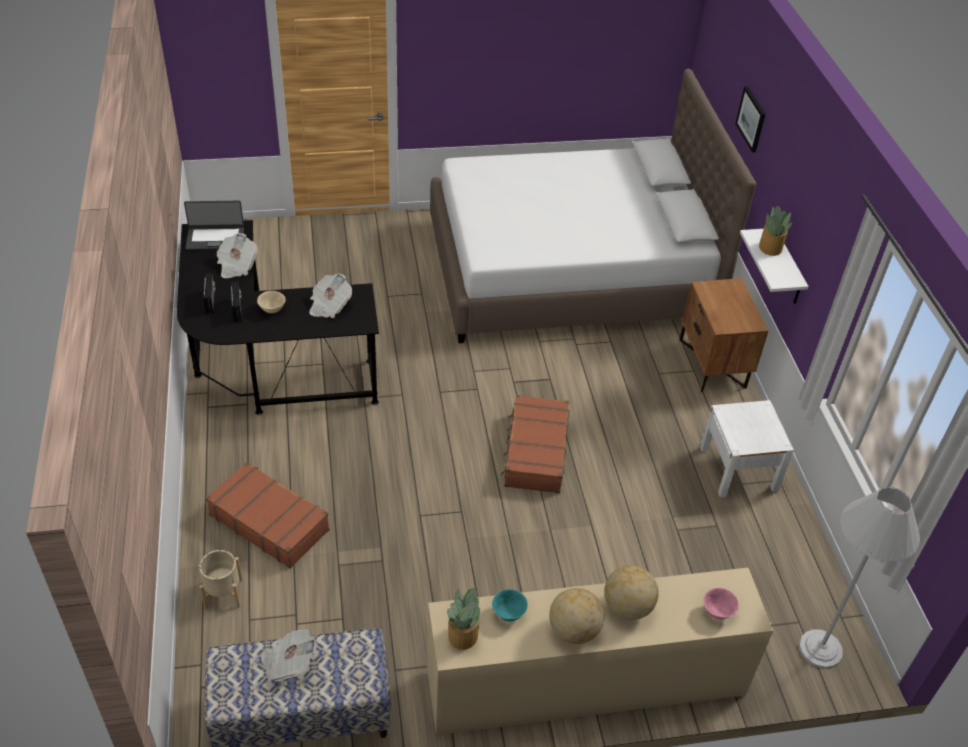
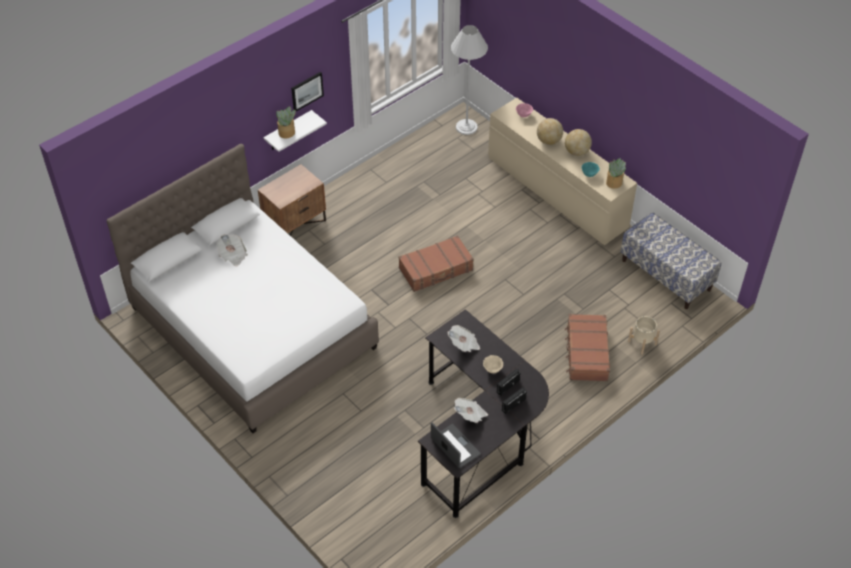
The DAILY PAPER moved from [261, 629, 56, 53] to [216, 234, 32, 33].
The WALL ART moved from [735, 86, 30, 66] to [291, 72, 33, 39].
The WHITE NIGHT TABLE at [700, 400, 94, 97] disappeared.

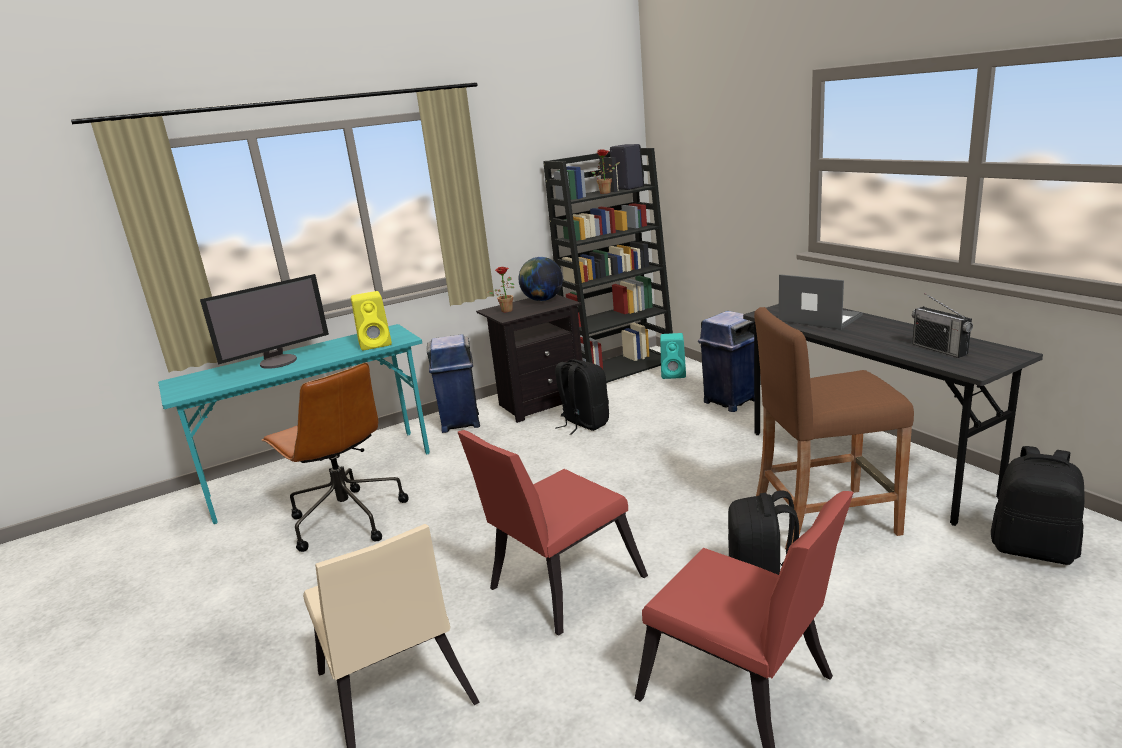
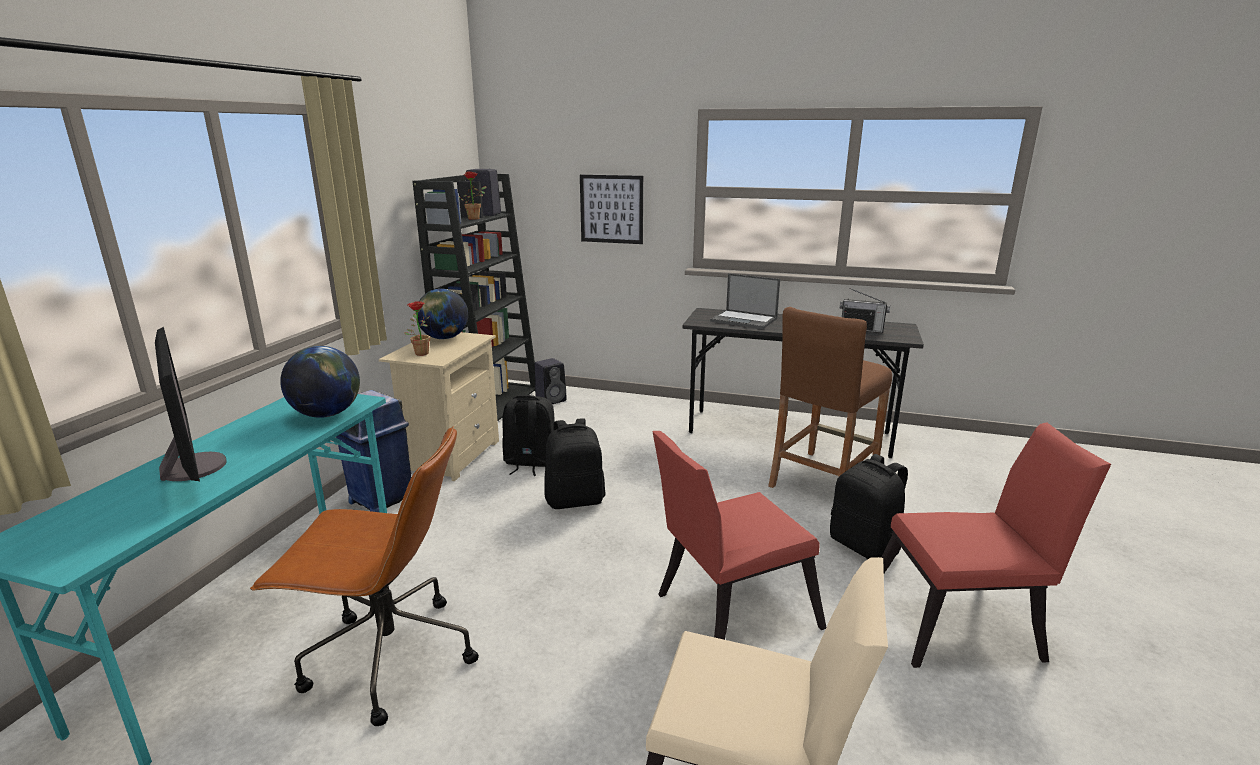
The COMPUTER DISPLAY at [200, 274, 129, 95] turned 45 degrees counterclockwise.
The YELLOW AUDIO SPEAKER at [351, 291, 41, 59] was replaced by the GLOBE at [280, 346, 80, 72].
The BLACKISH NIGHT TABLE at [476, 295, 106, 128] became the BEIGE-COLOURED NIGHT TABLE at [379, 332, 120, 149].
The TURQUOISE-COLOURED AUDIO SPEAKER at [660, 333, 26, 46] became the BLACKISH AUDIO SPEAKER at [535, 358, 32, 46].
The BLACKISH BACKPACK moved from [991, 446, 94, 119] to [544, 418, 62, 91].
The WALL ART at [580, 175, 63, 69] appeared.
The REDDISH UPRIGHT CHAIR at [458, 430, 190, 206] turned 60 degrees clockwise.
The LAPTOP at [779, 274, 84, 56] turned 150 degrees counterclockwise.
The BLUE WASTE BIN at [698, 311, 56, 101] disappeared.

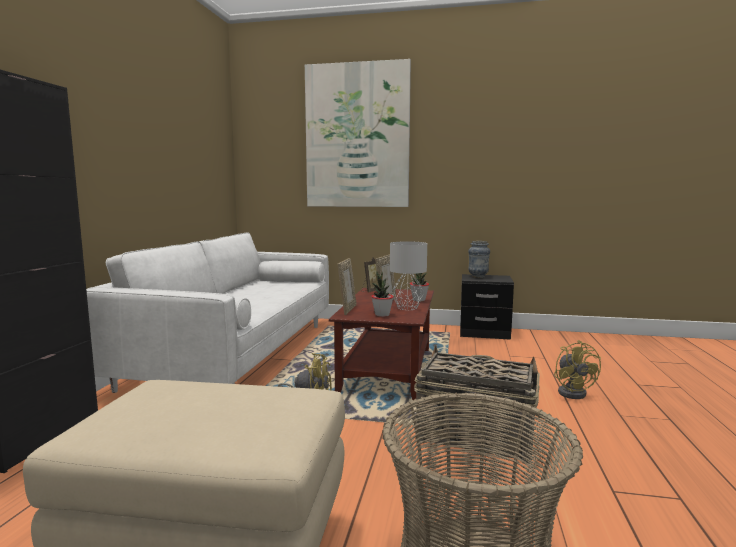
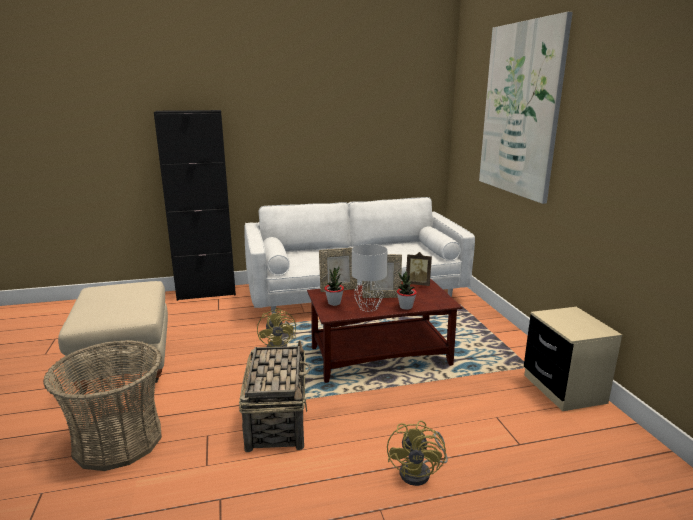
The YELLOW ELECTRIC FAN at [554, 340, 47, 59] turned 45 degrees counterclockwise.
The BLACKISH NIGHT TABLE at [460, 274, 54, 66] became the BEIGE-COLOURED NIGHT TABLE at [524, 307, 98, 104].
The FLOWER VASE at [468, 241, 22, 37] disappeared.

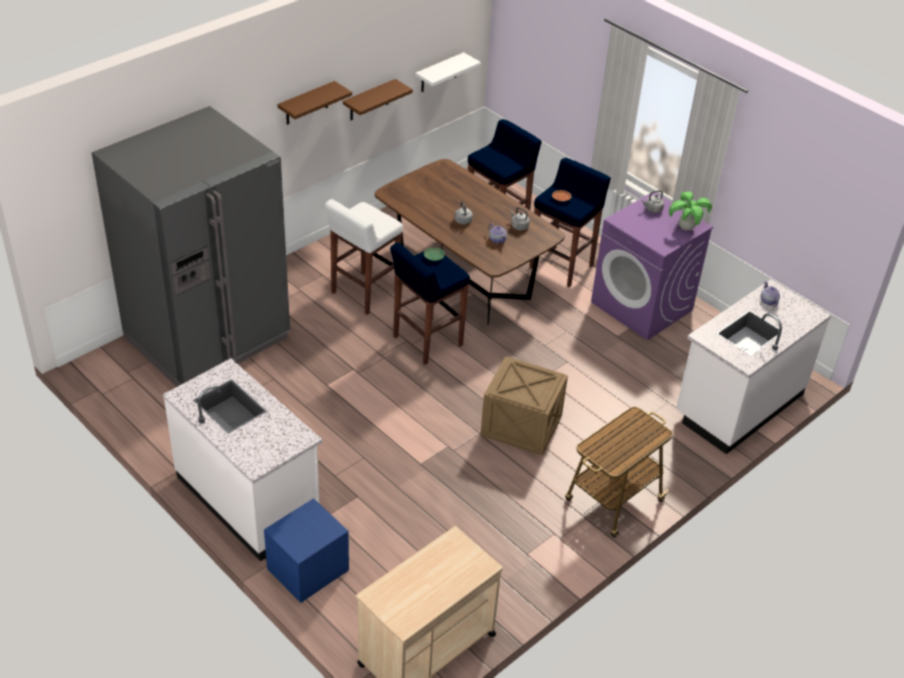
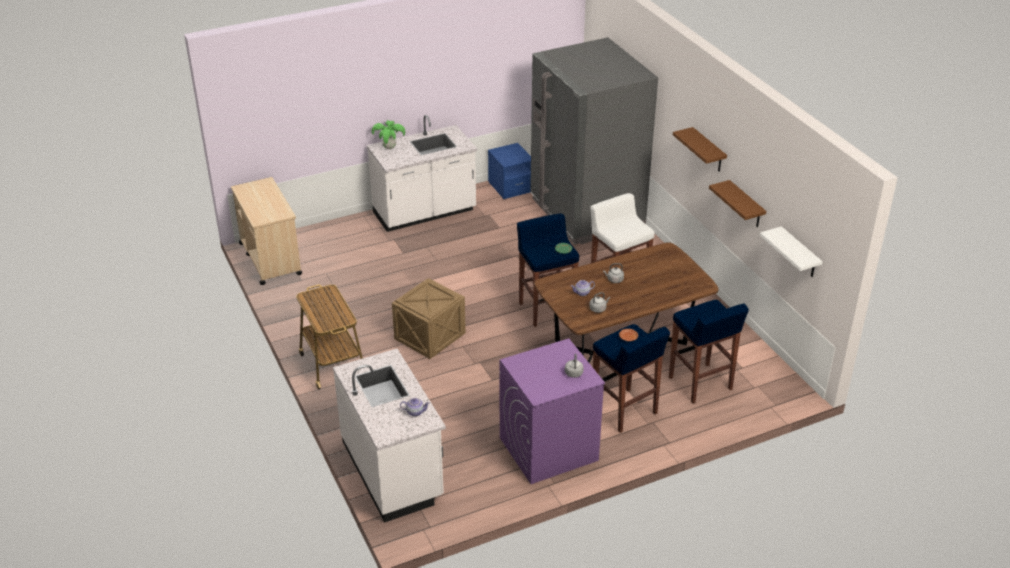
The PLANT IN A POT moved from [669, 191, 43, 39] to [372, 120, 33, 29].
The BLUE NIGHT TABLE moved from [264, 498, 85, 105] to [488, 143, 43, 56].

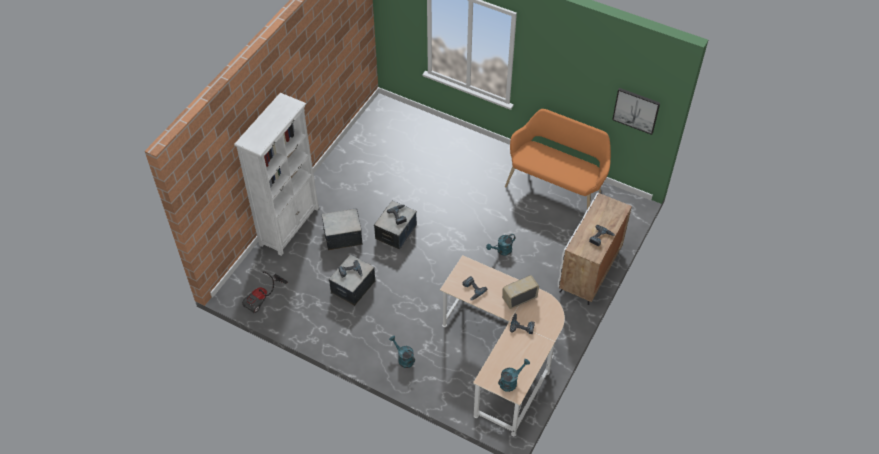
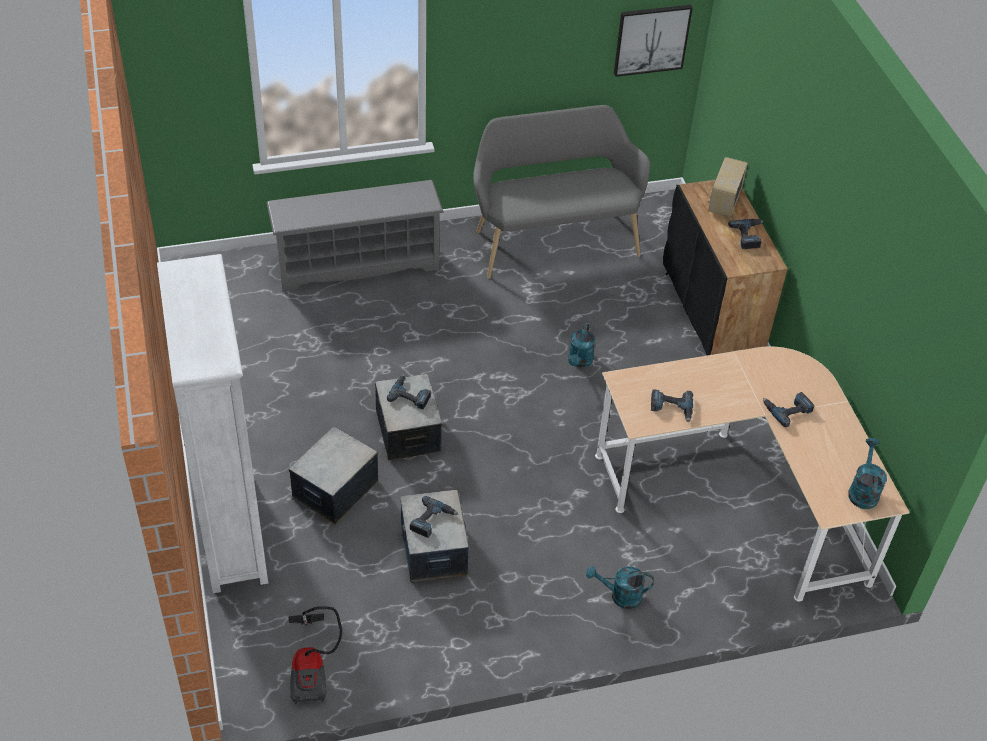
The GREYISH SHOE STAND at [267, 180, 177, 112] appeared.
The ORANGE LONG SEAT at [505, 109, 106, 100] became the GREYISH LONG SEAT at [473, 105, 177, 173].
The WHITE CABINET at [558, 192, 74, 113] became the BLACKISH CABINET at [663, 180, 124, 176].
The RADIO moved from [502, 275, 37, 34] to [708, 157, 40, 60].

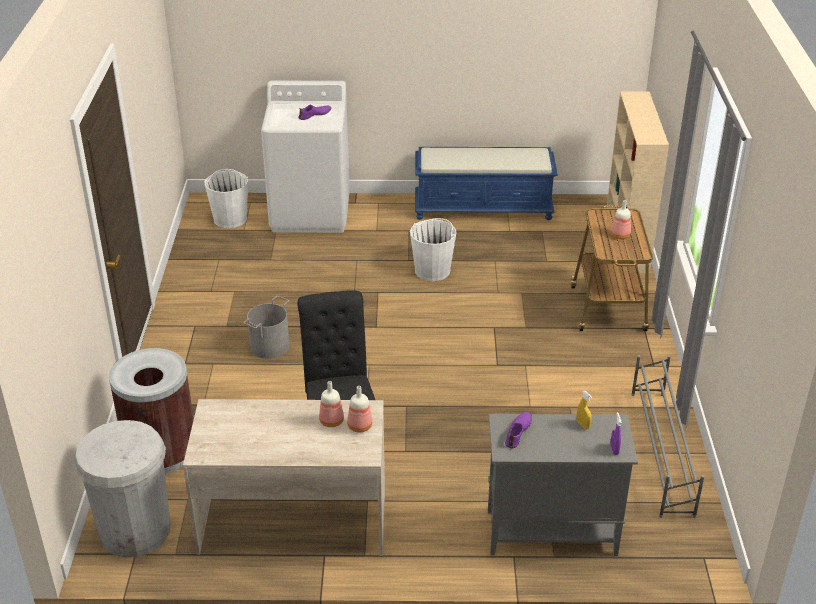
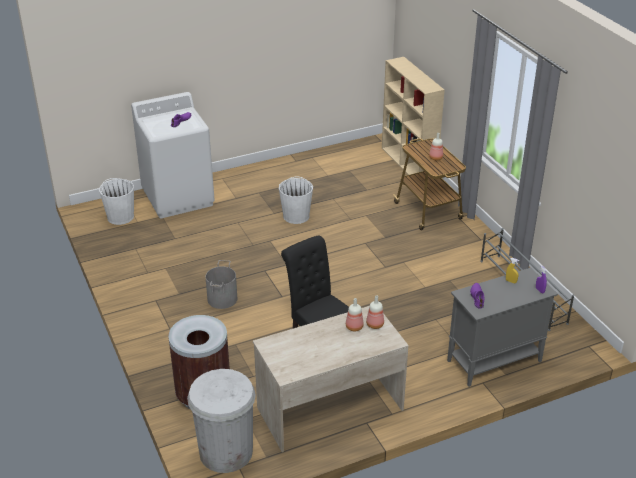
The BLUE LONG SEAT at [415, 147, 143, 73] disappeared.

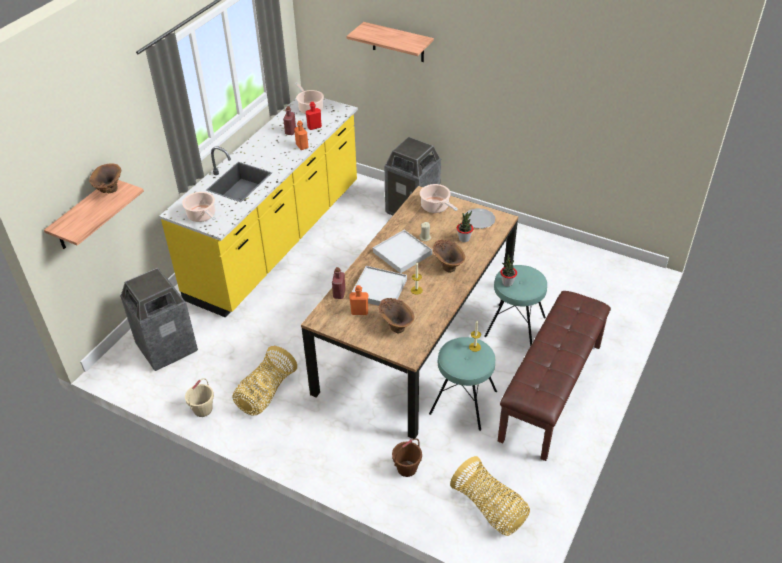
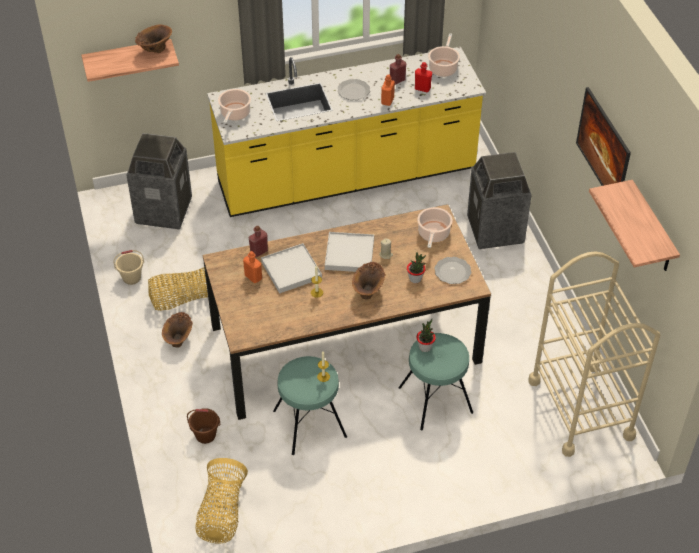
The BROWN-COLOURED FLOWER VASE moved from [378, 298, 36, 36] to [162, 312, 31, 36].
The PLATE at [338, 79, 32, 21] appeared.
The BEIGE-COLOURED CART at [528, 251, 133, 206] appeared.
The WALL ART at [576, 87, 55, 99] appeared.
The WALL SHELF moved from [346, 22, 88, 40] to [589, 180, 91, 91].
The BROWN-COLOURED LONG SEAT at [498, 291, 113, 170] disappeared.

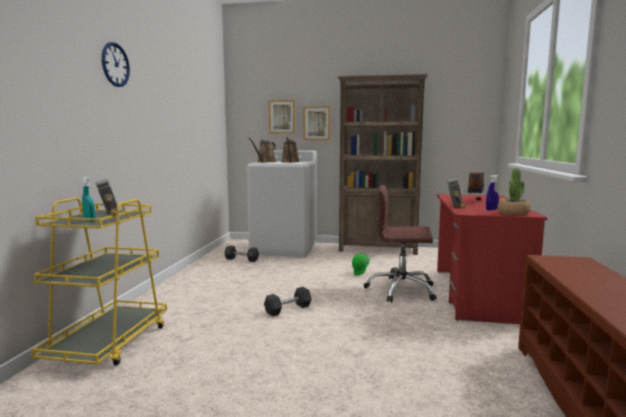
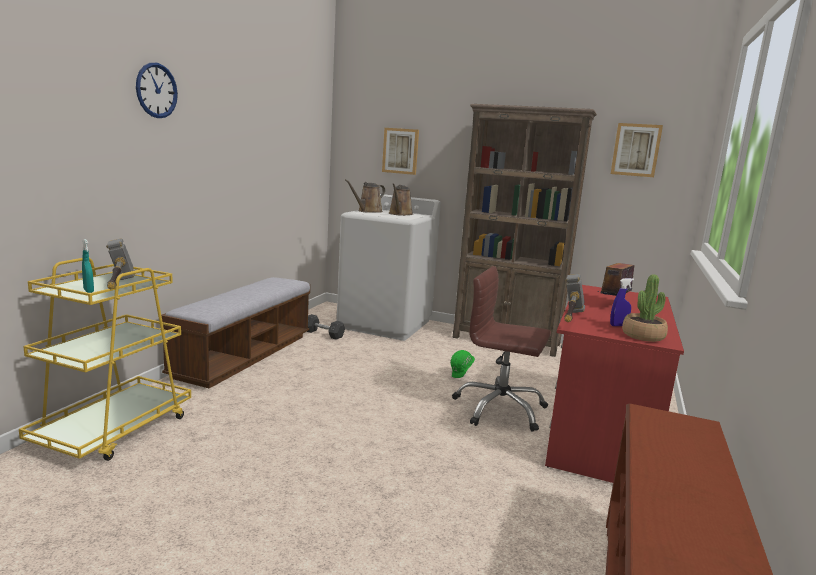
The LONG SEAT at [161, 277, 149, 111] appeared.
The WALL ART moved from [303, 106, 28, 34] to [611, 123, 52, 54].
The GREYISH HAND WEIGHT at [264, 287, 48, 29] disappeared.

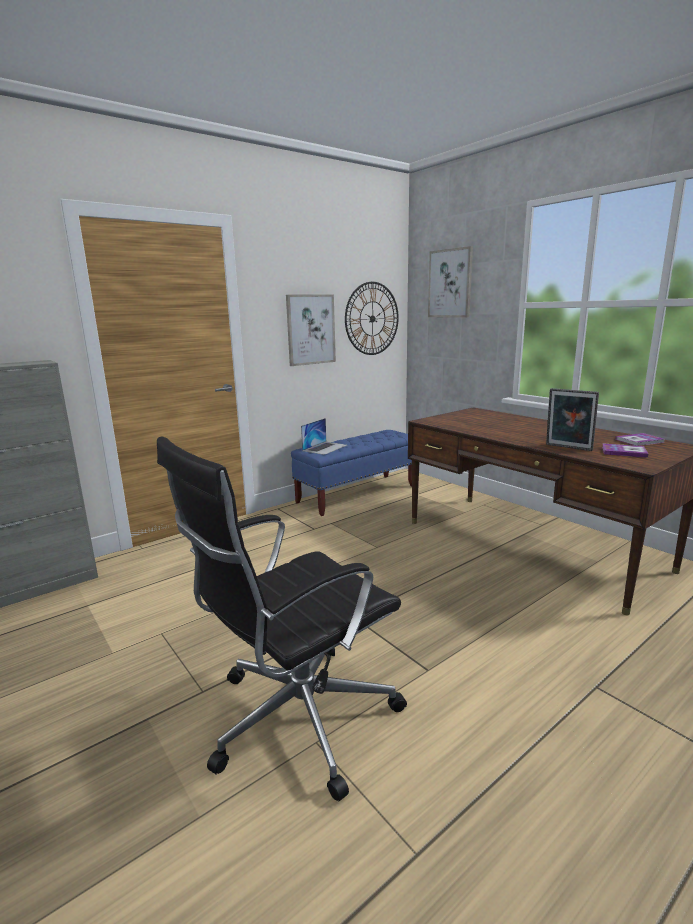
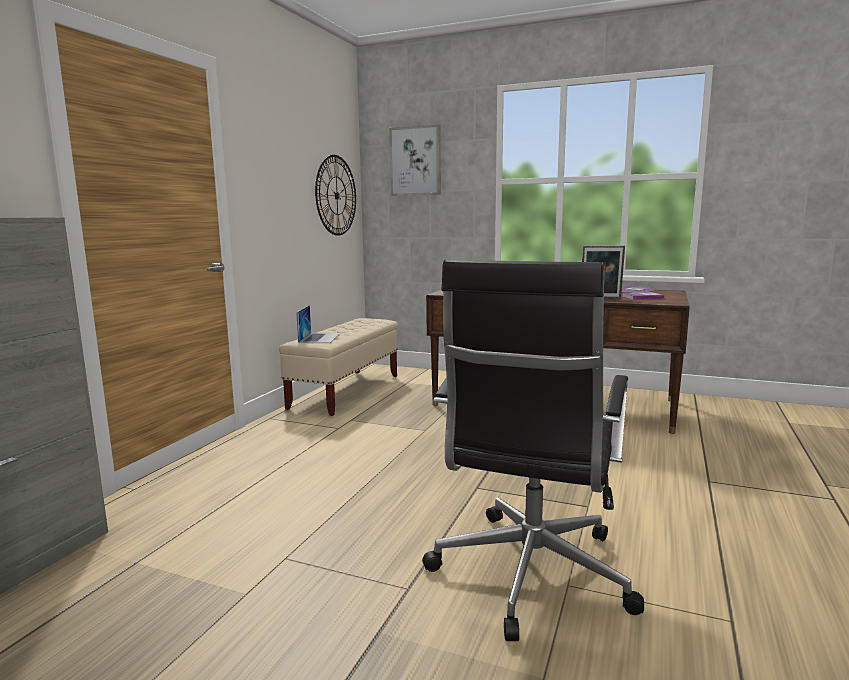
The BLUE LONG SEAT at [291, 430, 121, 86] became the BEIGE-COLOURED LONG SEAT at [279, 318, 119, 98].
The WALL ART at [286, 294, 50, 72] disappeared.

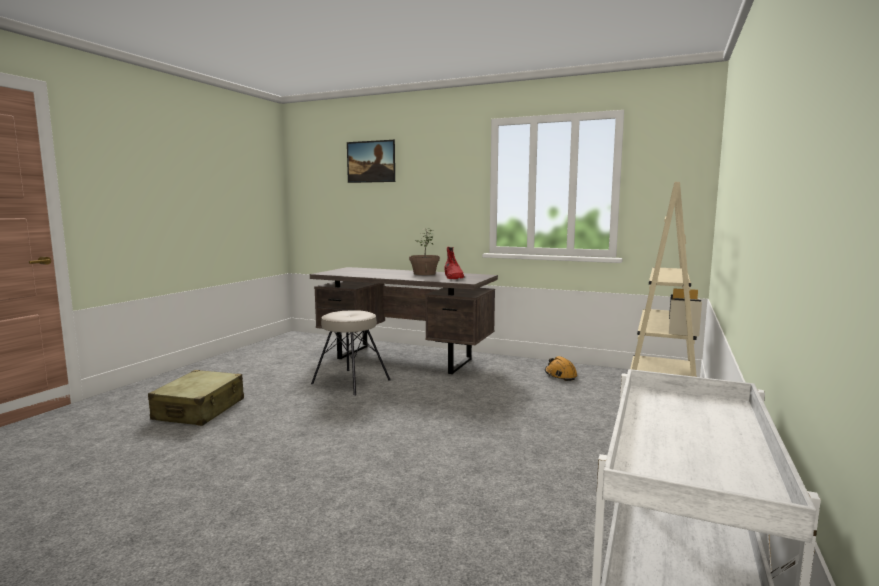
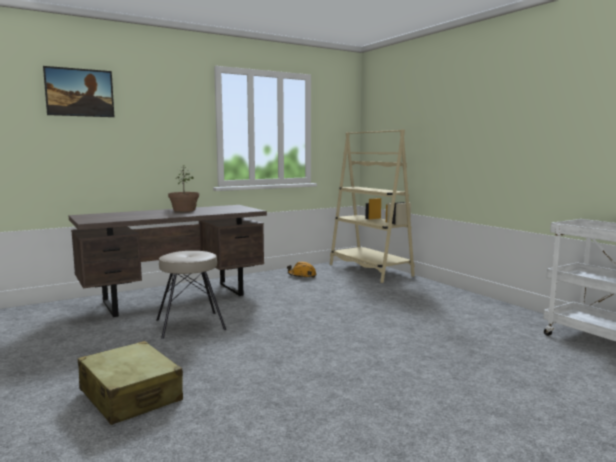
The REDDISH HIGH-TOP BOOT at [444, 247, 20, 32] disappeared.

